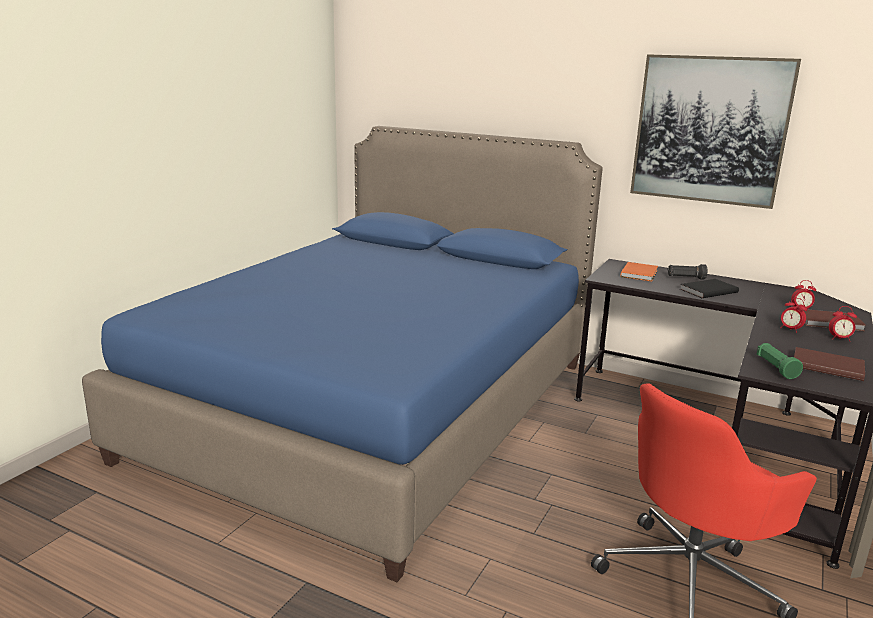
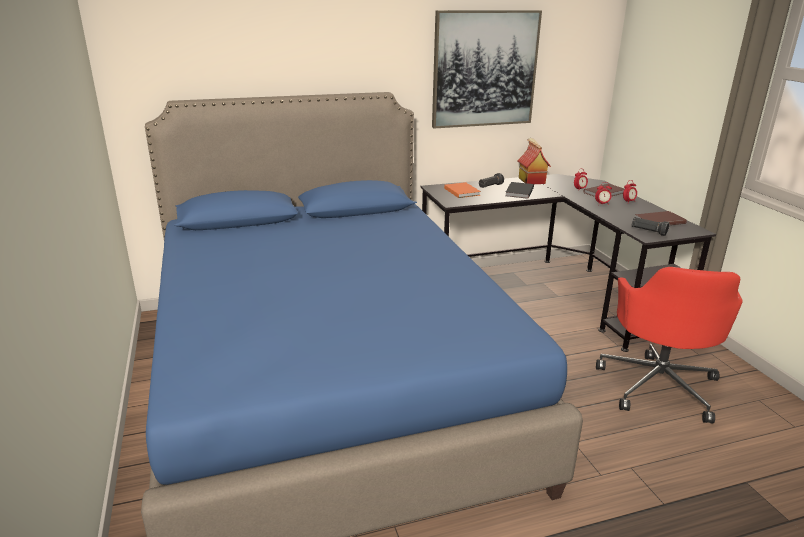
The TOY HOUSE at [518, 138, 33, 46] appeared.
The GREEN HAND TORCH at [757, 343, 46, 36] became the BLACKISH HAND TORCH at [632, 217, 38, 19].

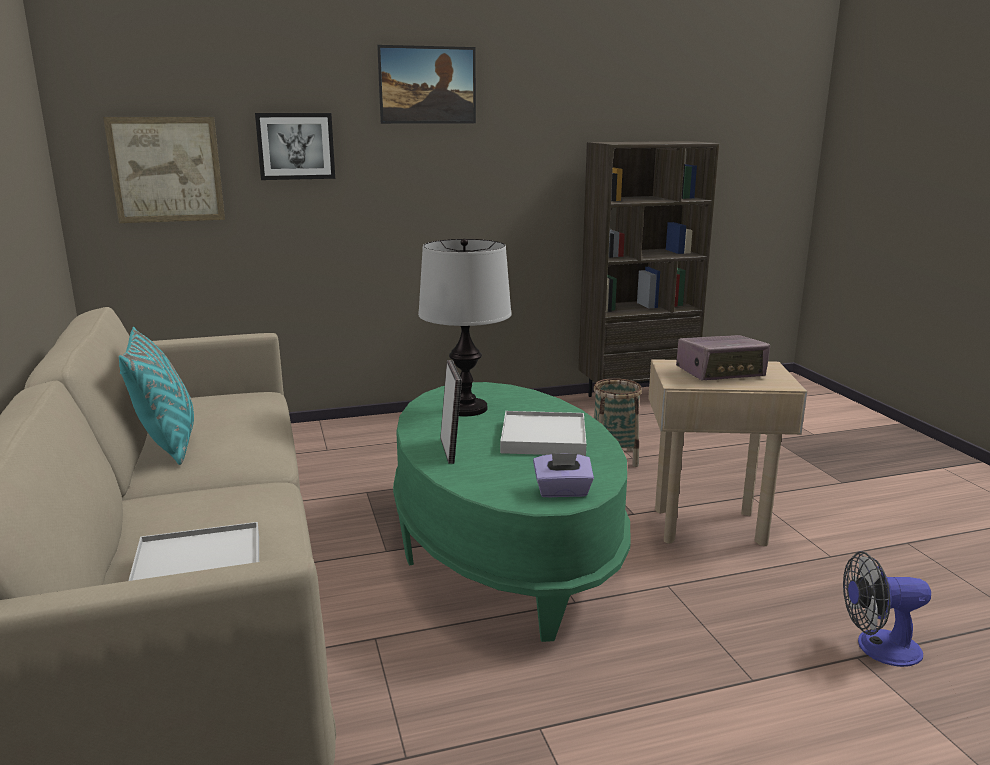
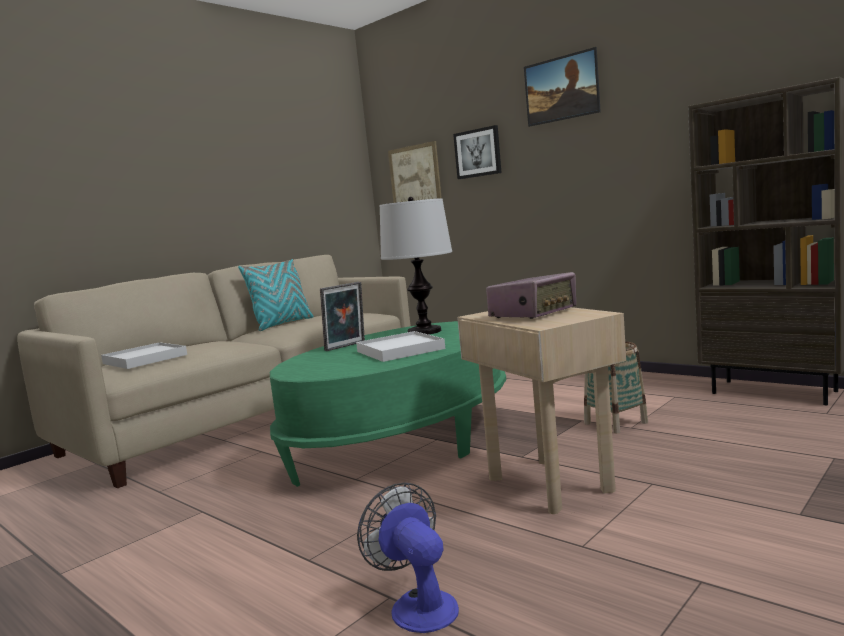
The RADIO at [676, 335, 94, 45] turned 90 degrees counterclockwise.
The PURPLE TISSUE BOX at [533, 453, 61, 44] disappeared.

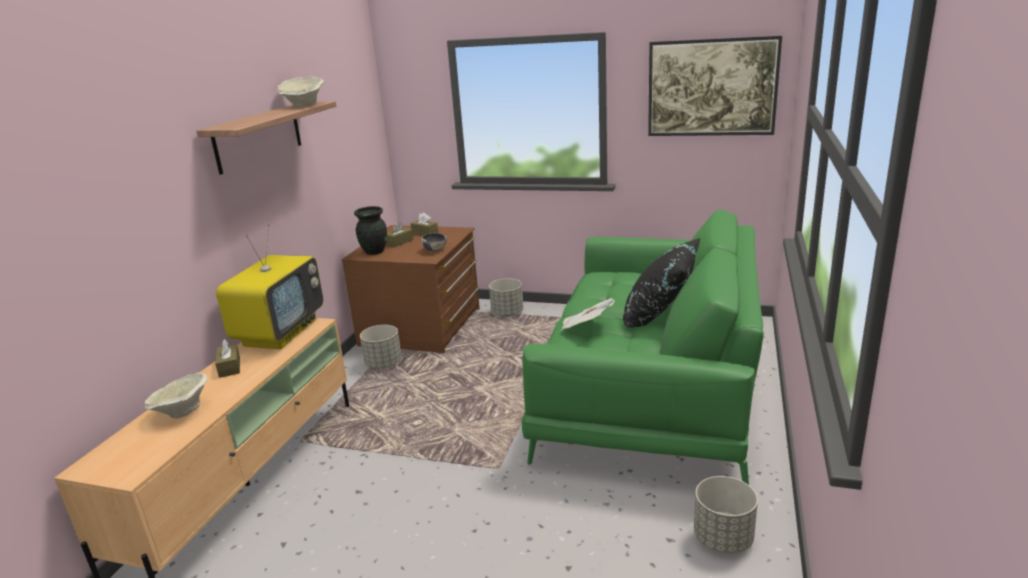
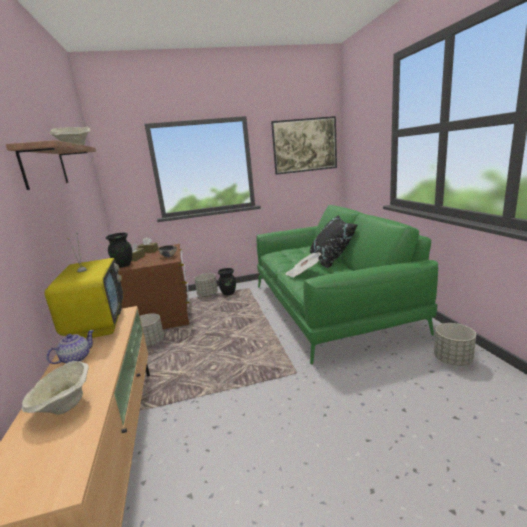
The BROWN-COLOURED TISSUE BOX at [215, 339, 25, 39] was replaced by the POT FOR TEA at [46, 330, 48, 34].
The BLACKISH FLOWER VASE at [218, 268, 18, 27] appeared.

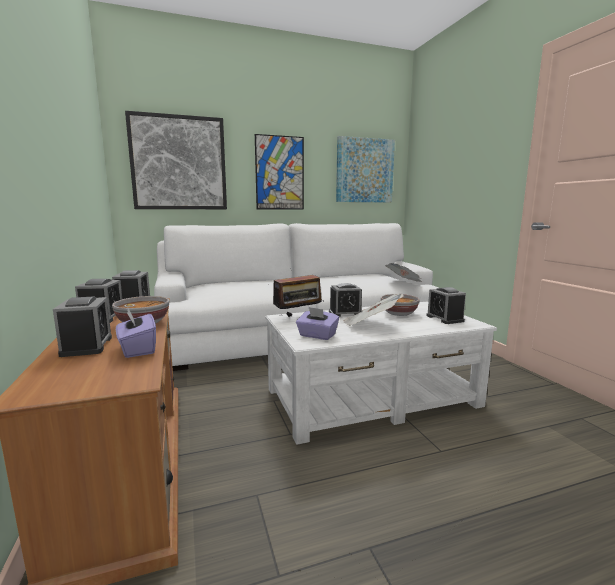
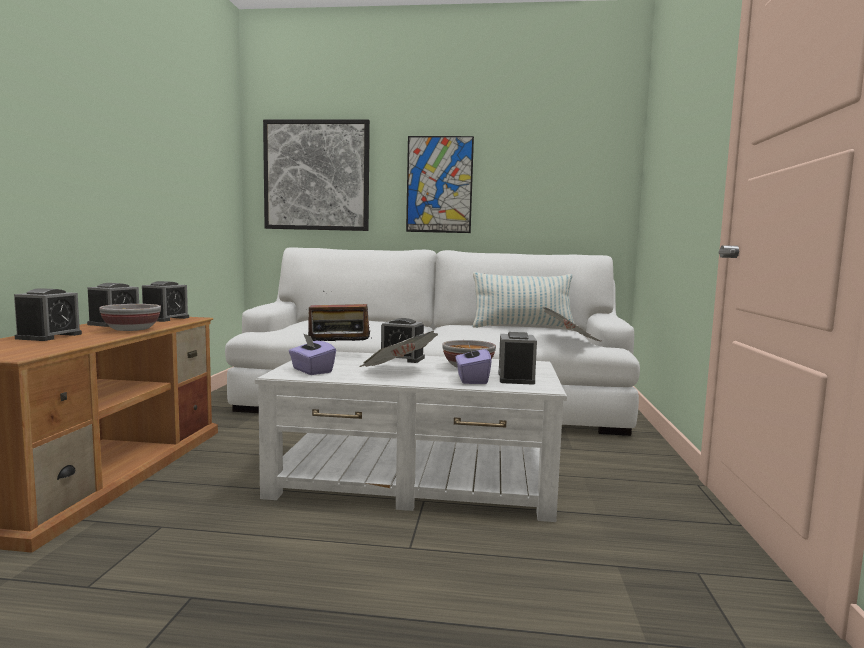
The PURPLE TISSUE BOX moved from [116, 308, 40, 50] to [455, 342, 37, 42].
The PILLOW at [472, 272, 102, 56] appeared.
The WALL ART at [336, 136, 59, 67] disappeared.

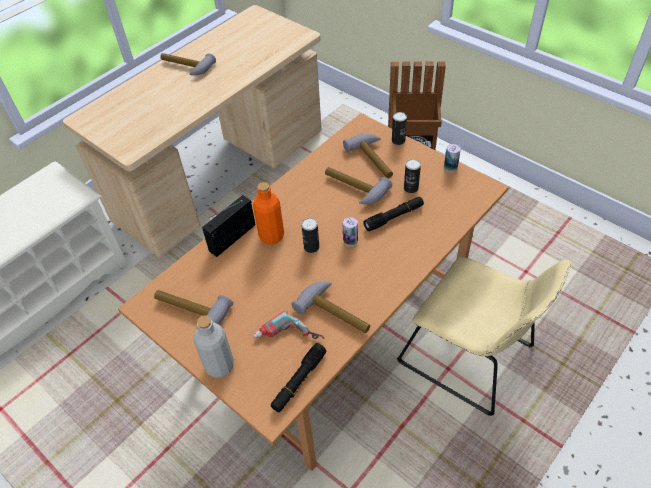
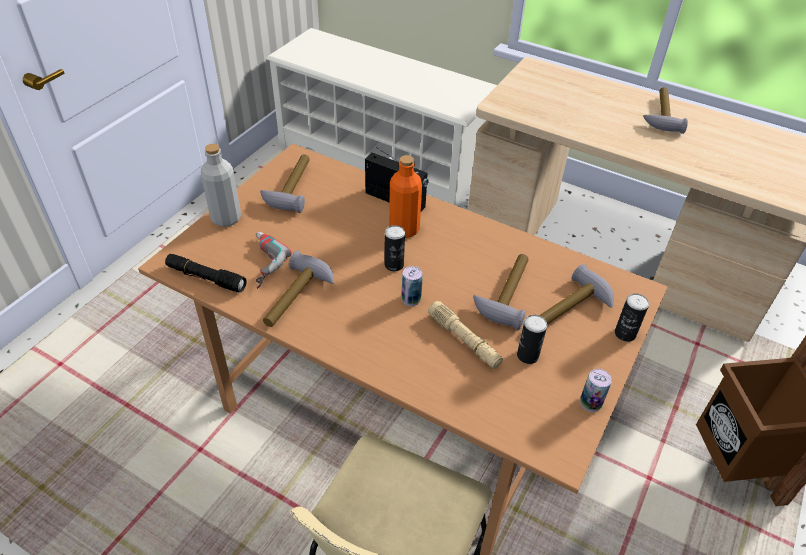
The BLACKISH HAND TORCH at [363, 197, 61, 34] became the BEIGE-COLOURED HAND TORCH at [428, 301, 75, 68].

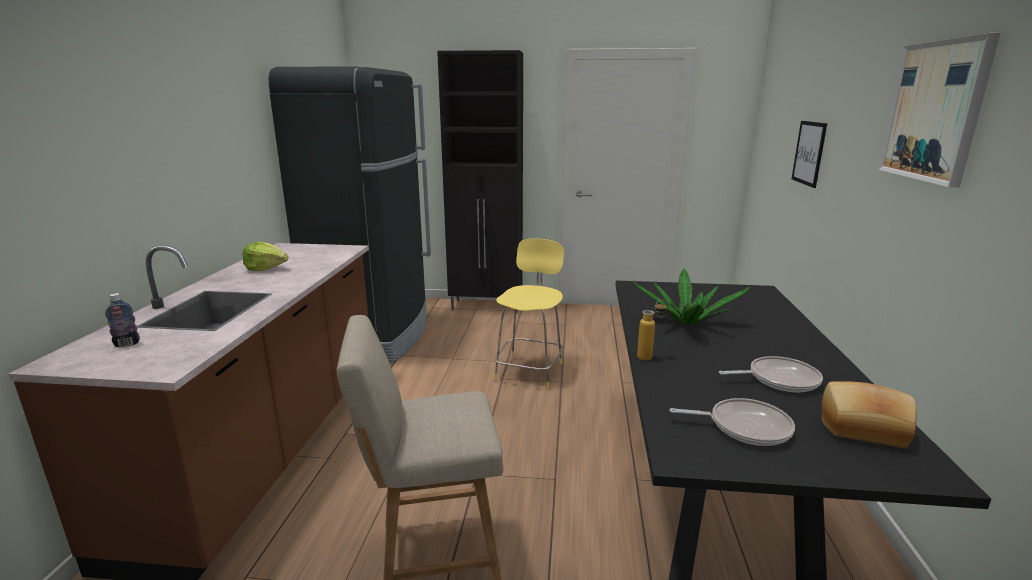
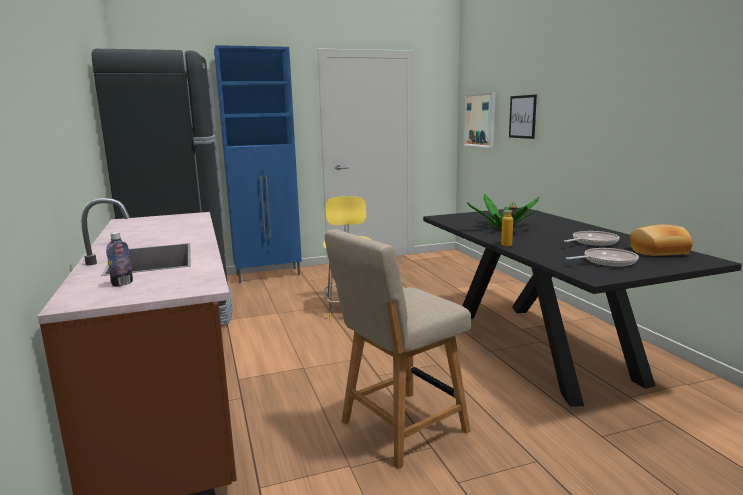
The BLACKISH CABINET at [437, 50, 86, 263] became the BLUE CABINET at [214, 45, 88, 238].
The WALL ART moved from [878, 33, 122, 155] to [464, 92, 32, 56].
The LETTUCE HEAD at [242, 242, 46, 29] disappeared.

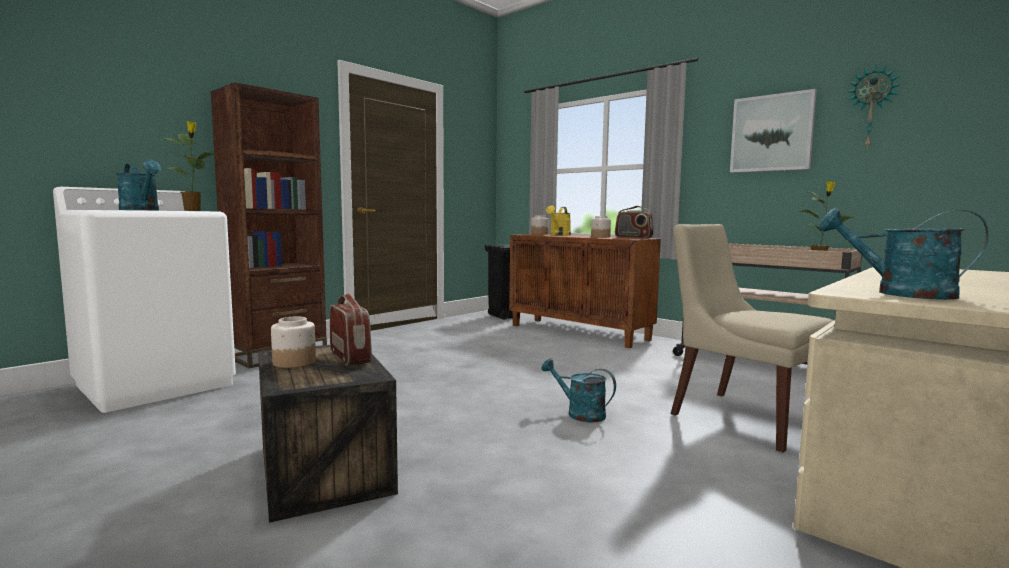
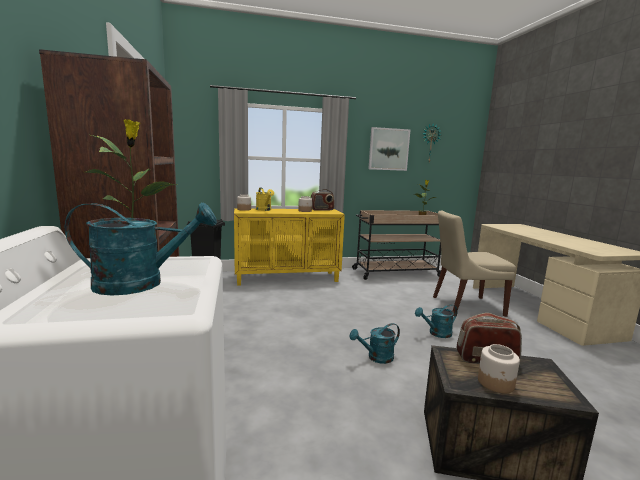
The BROWN-COLOURED CABINET at [509, 234, 152, 114] became the YELLOW CABINET at [234, 208, 111, 78].
The TURQUOISE-COLOURED WATERING POT moved from [819, 208, 170, 92] to [350, 323, 50, 41].

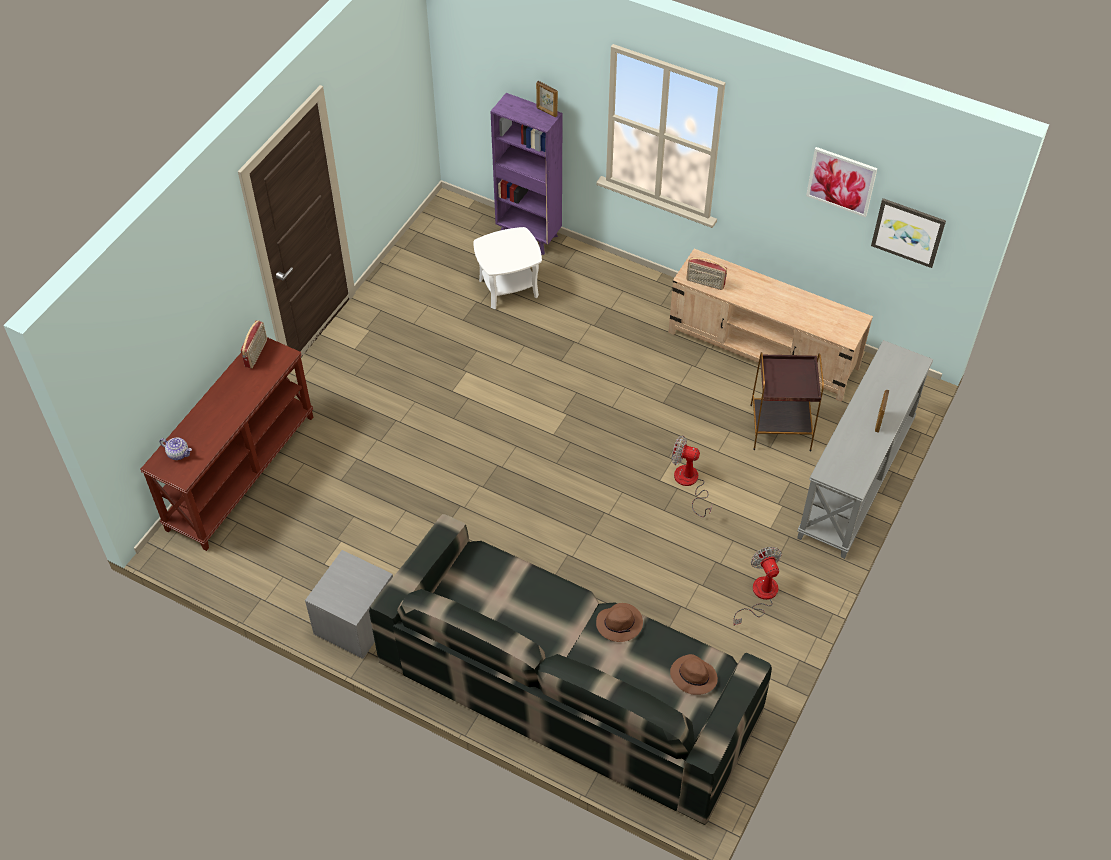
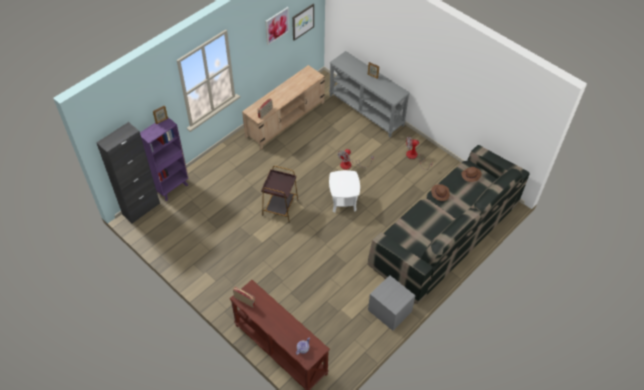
The BLACKISH CABINET at [97, 122, 63, 102] appeared.
The BROWN-COLOURED ACCENT TABLE moved from [750, 352, 74, 99] to [261, 166, 37, 57].
The WHITE ACCENT TABLE moved from [473, 227, 69, 82] to [329, 170, 31, 43].

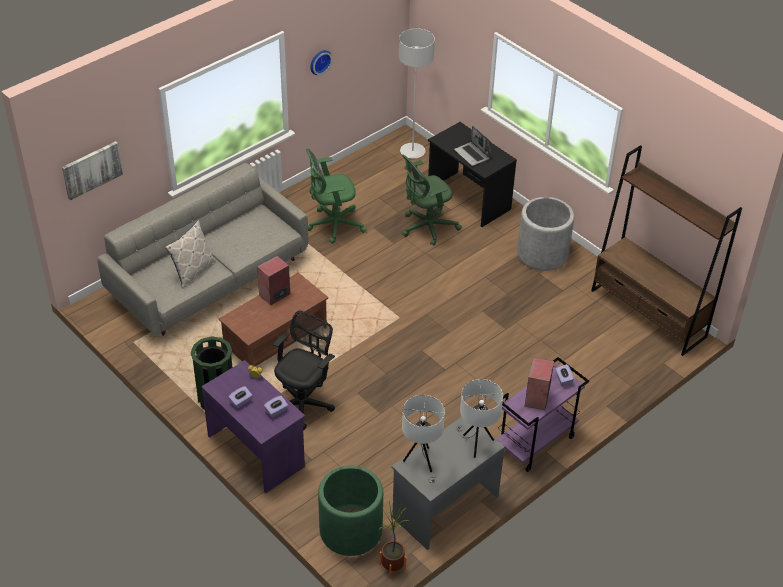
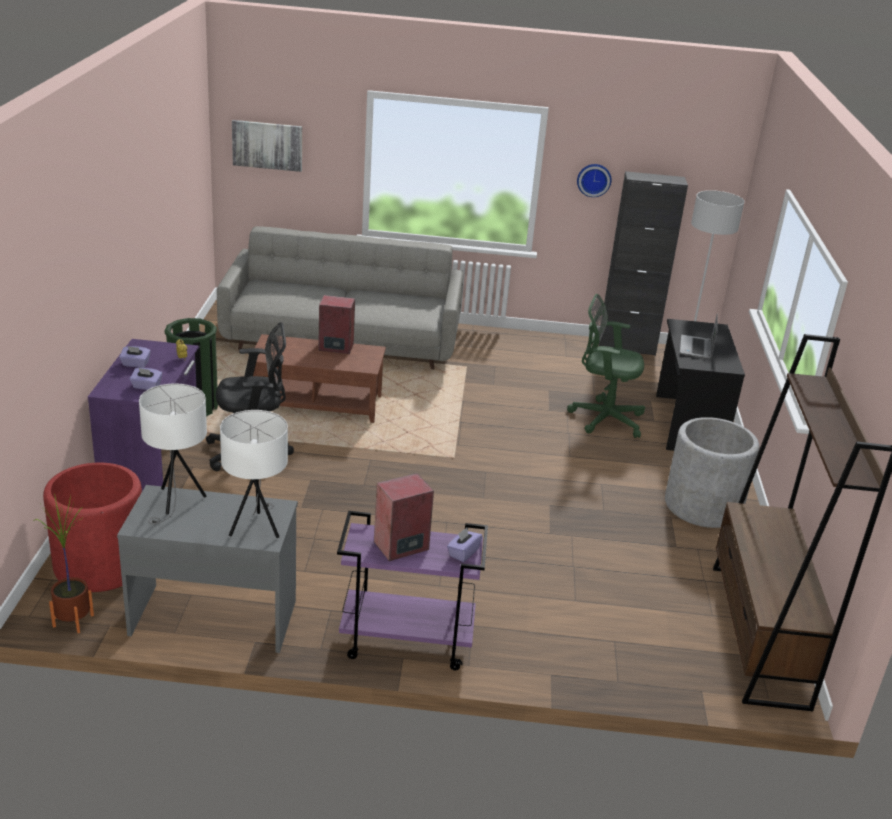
The GREEN FLOWER POT at [318, 466, 65, 90] became the REDDISH FLOWER POT at [43, 463, 99, 129].
The BLACKISH CABINET at [599, 171, 89, 185] appeared.
The PILLOW at [165, 220, 51, 69] disappeared.
The GREEN OFFICE CHAIR at [306, 149, 61, 95] disappeared.

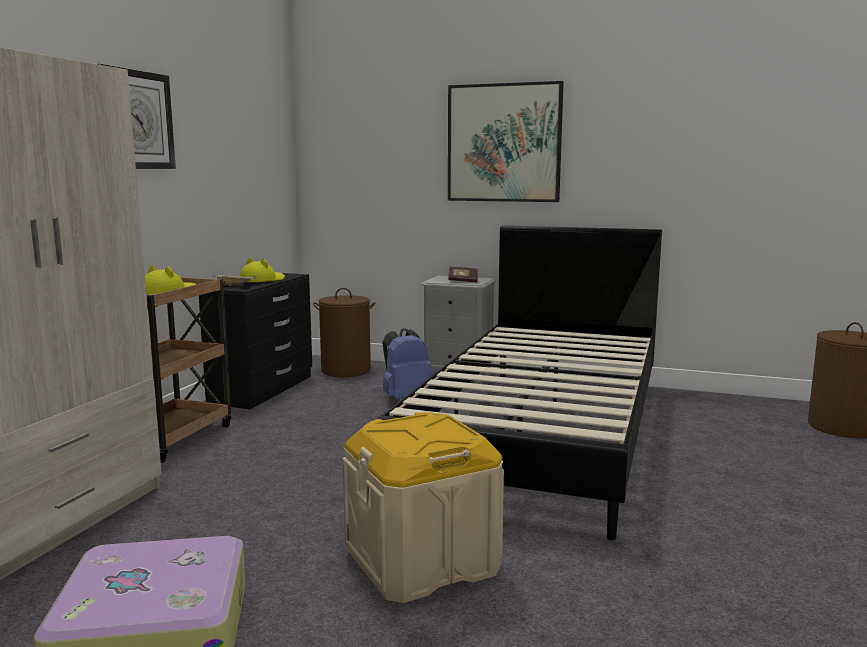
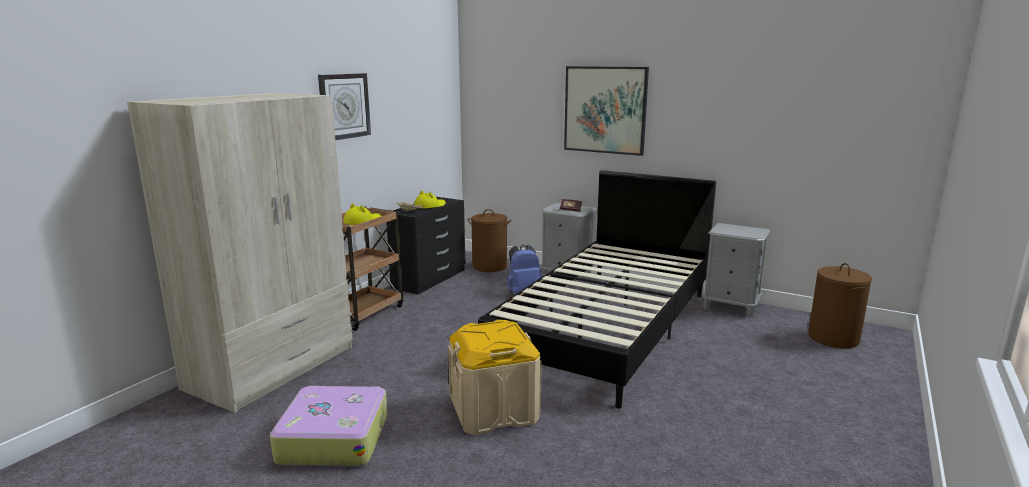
The GREYISH NIGHT TABLE at [702, 223, 68, 95] appeared.

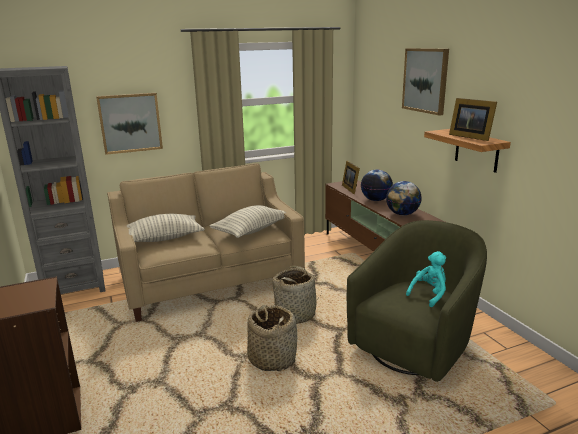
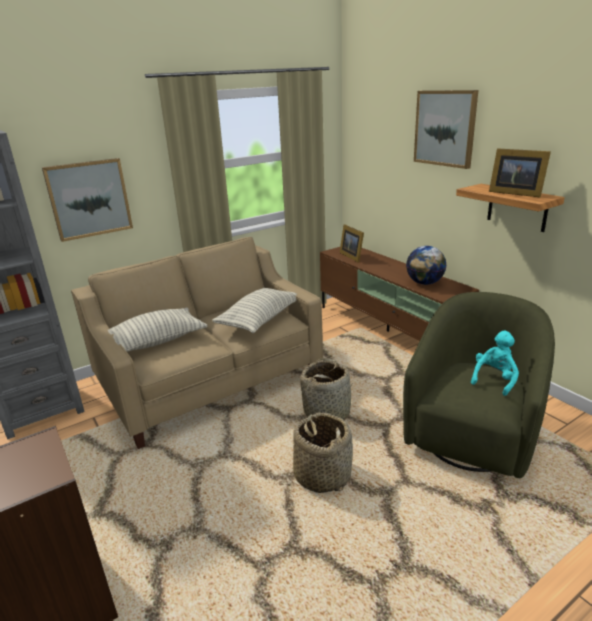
The GLOBE at [361, 169, 32, 32] disappeared.

